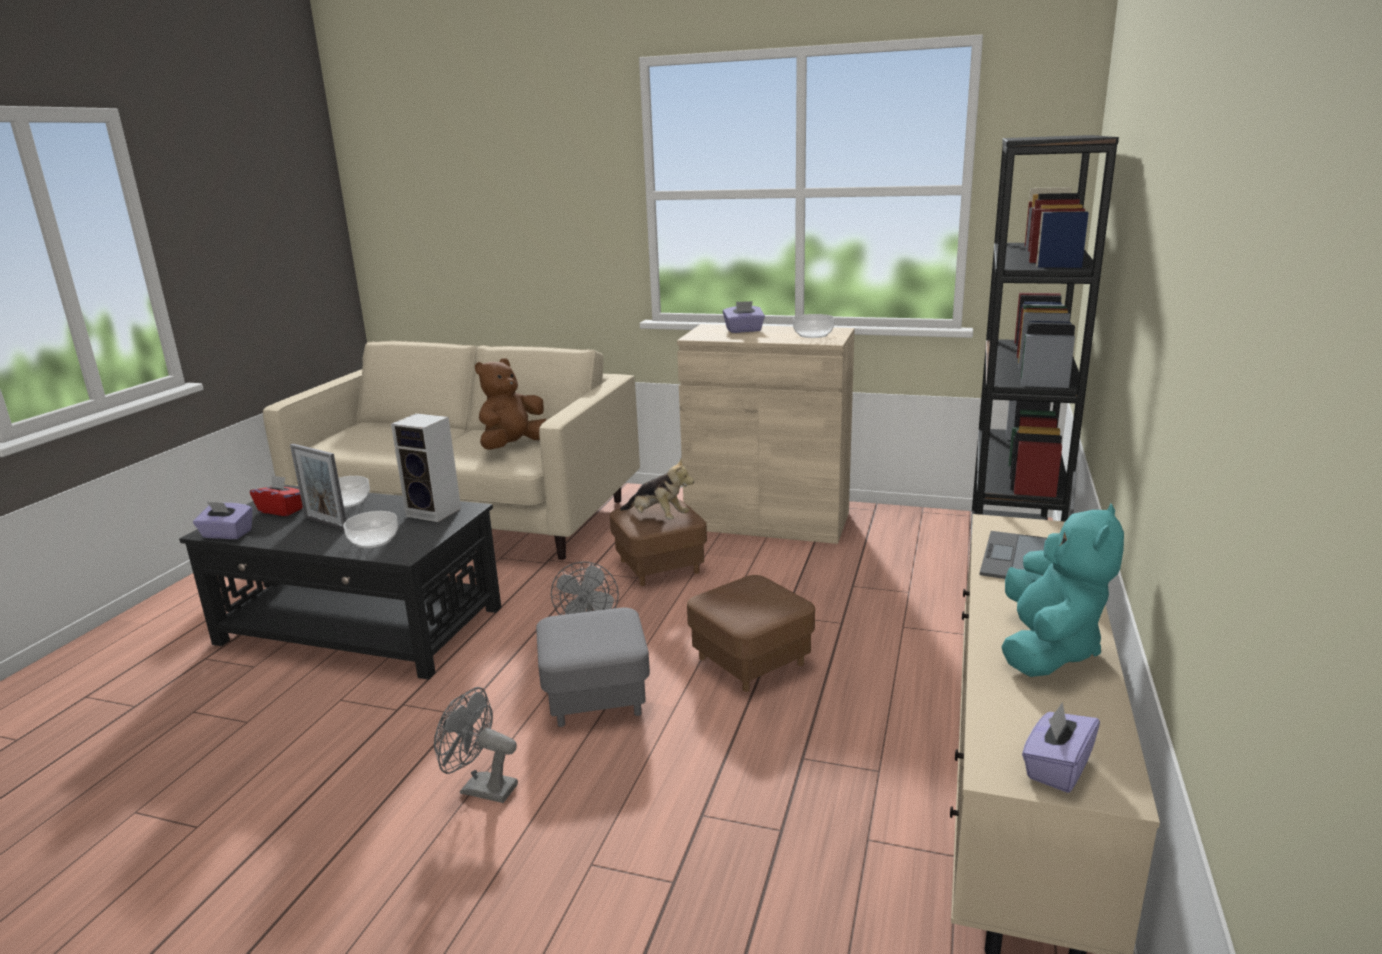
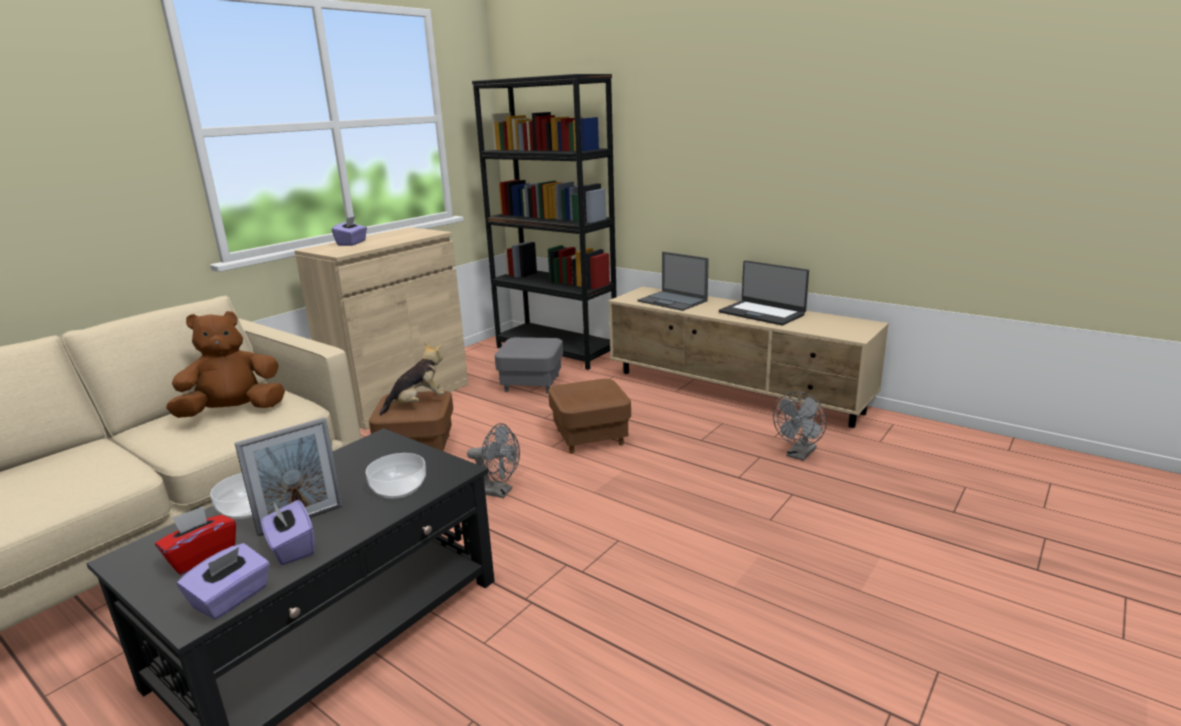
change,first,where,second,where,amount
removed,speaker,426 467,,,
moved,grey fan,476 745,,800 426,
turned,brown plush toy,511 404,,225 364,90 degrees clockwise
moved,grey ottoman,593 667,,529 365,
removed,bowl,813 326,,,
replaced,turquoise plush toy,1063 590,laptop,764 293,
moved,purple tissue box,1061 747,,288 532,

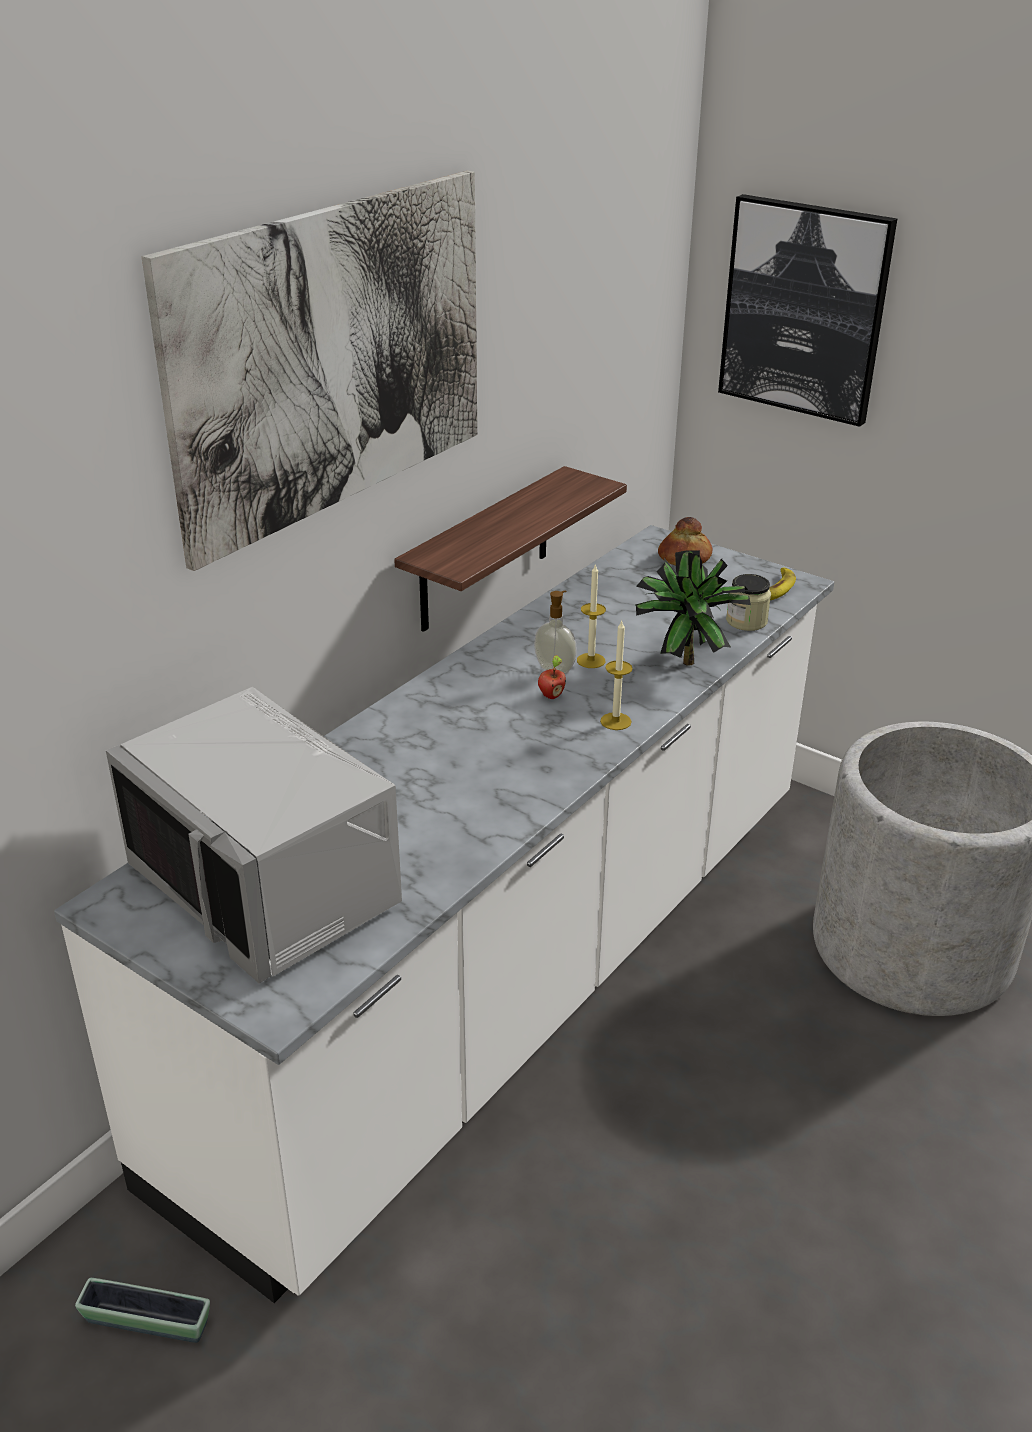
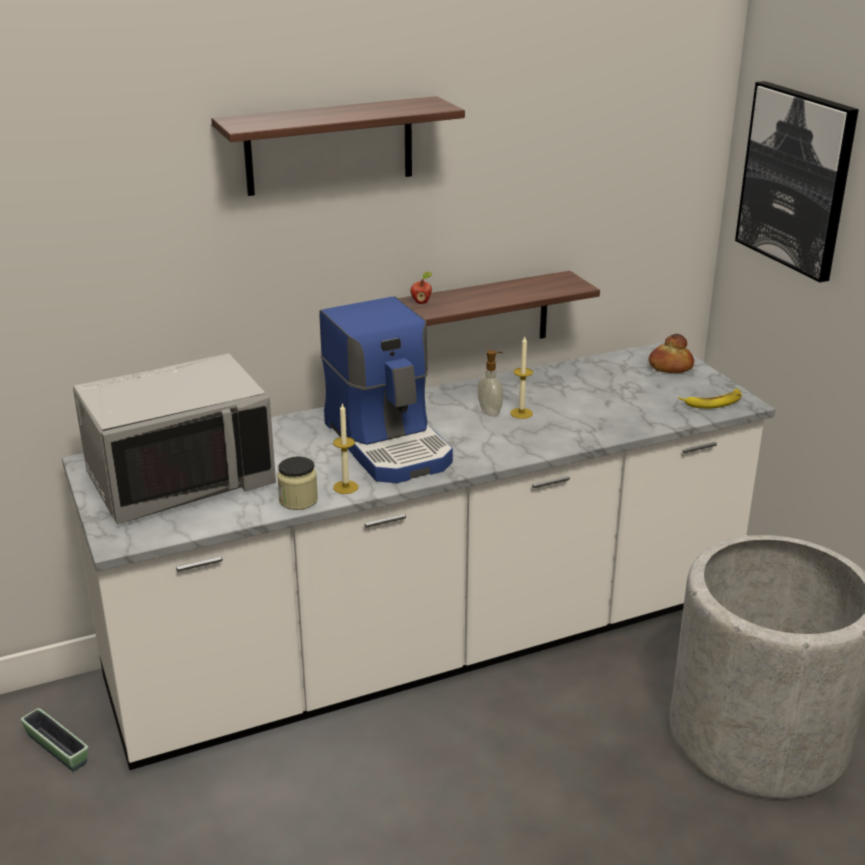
change,first,where,second,where,amount
turned,grey microwave,254 835,,174 439,105 degrees counterclockwise
replaced,picture,309 371,shelf,338 146,
moved,apple,552 677,,421 288,
moved,candle,616 675,,345 448,
removed,potted plant,693 608,,,
moved,jar,748 602,,297 483,
added,,,coffee machine,386 389,

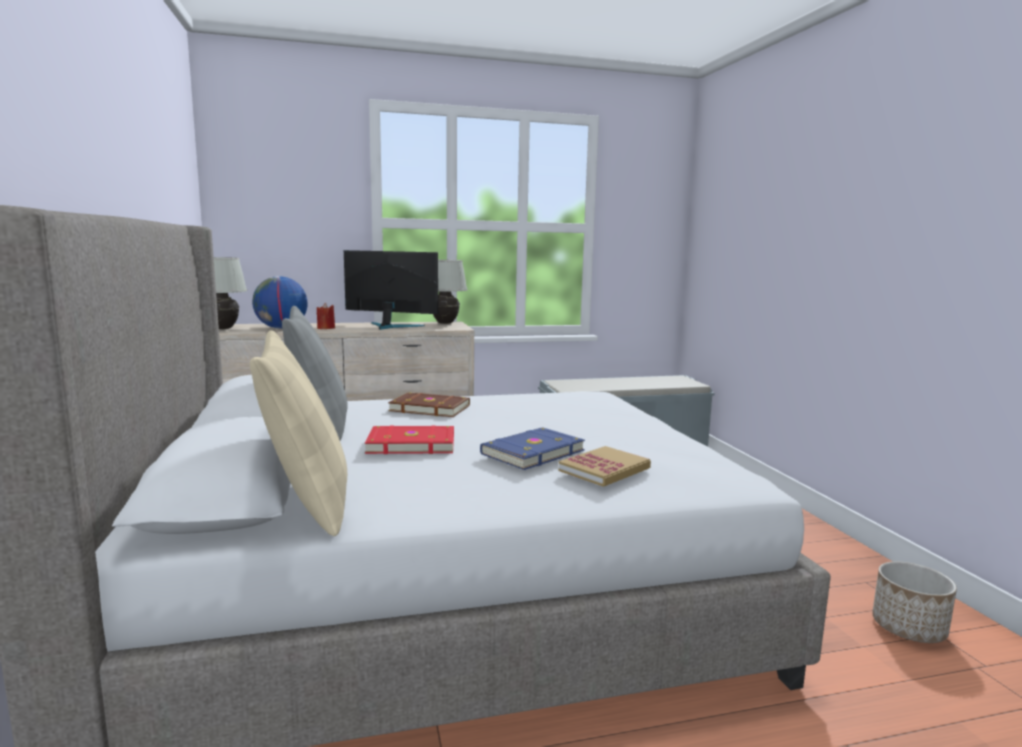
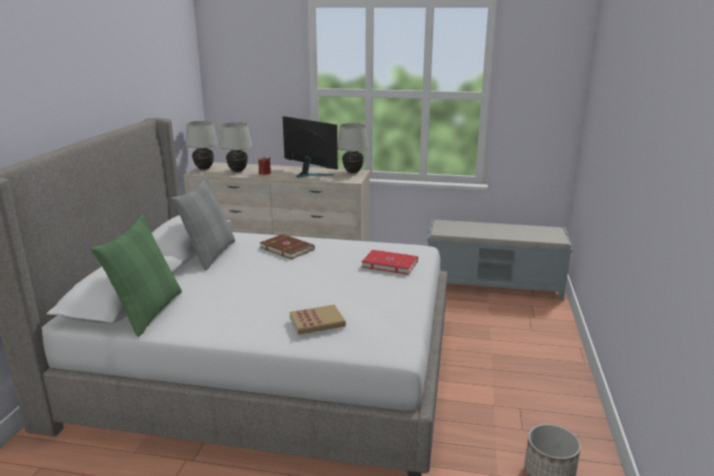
change,first,where,second,where,amount
recoloured,beige pillow,298 433,green pillow,136 275,
replaced,globe,279 302,white table lamp,236 147,
moved,red book,409 439,,390 262,
removed,blue book,532 448,,,

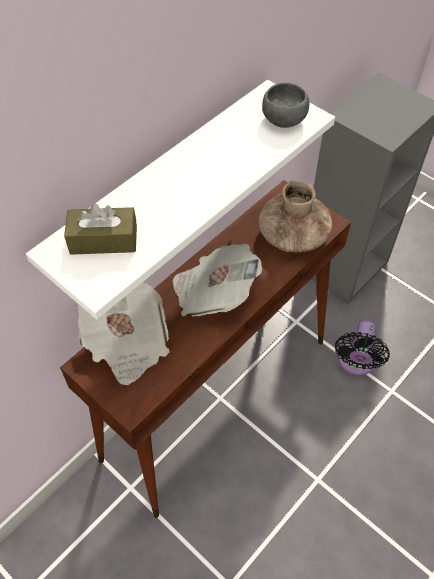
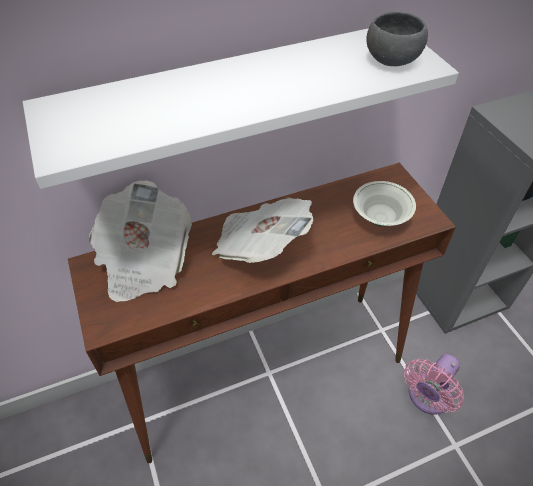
change,first,where,second,where,amount
removed,brown tissue box,100 229,,,
replaced,brown vase,295 216,white bowl,384 204,
recoloured,black fan,362 348,pink fan,434 384,

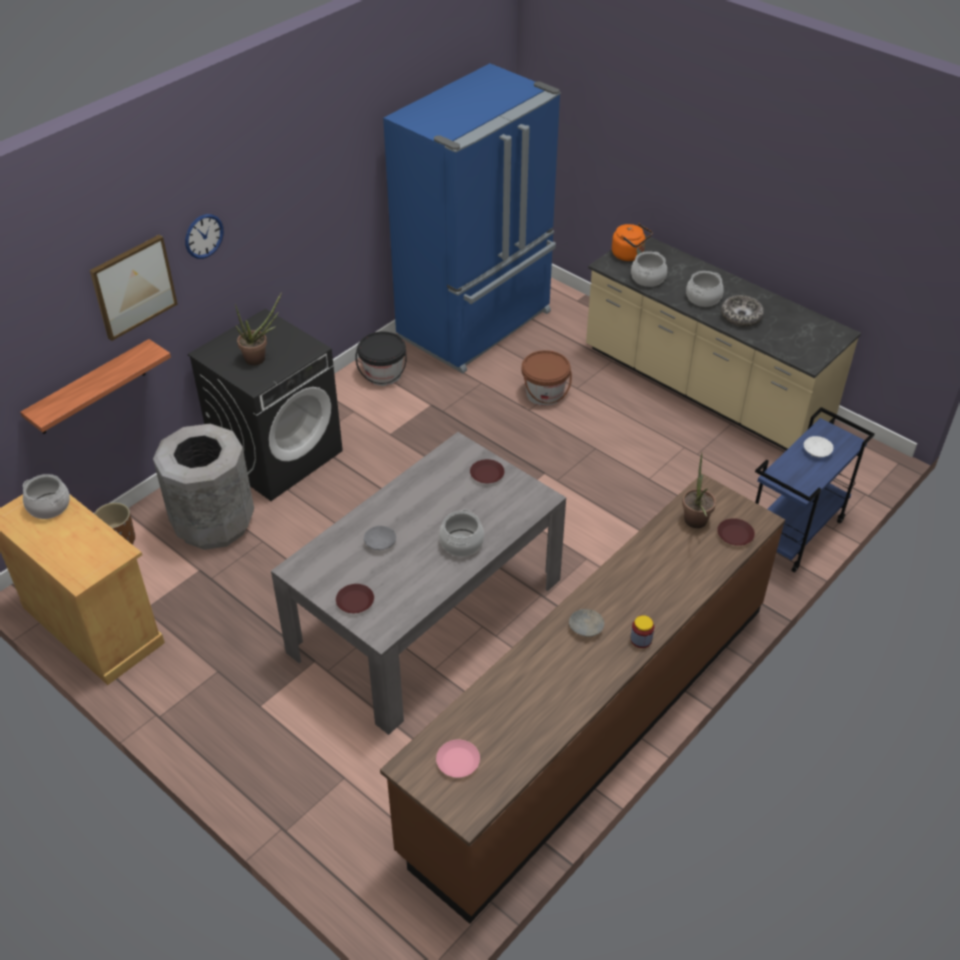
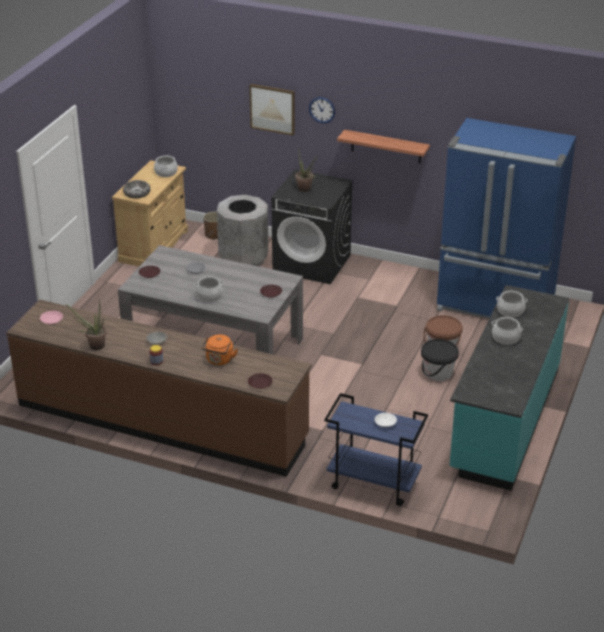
change,first,where,second,where,amount
moved,shelf,95 386,,383 146,
moved,black bucket,381 358,,440 360,
recoloured,beige counter,723 342,turquoise counter,509 388,
moved,orange kettle,632 242,,220 349,
moved,potted plant,699 490,,86 324,
moved,bowl,742 311,,137 189,

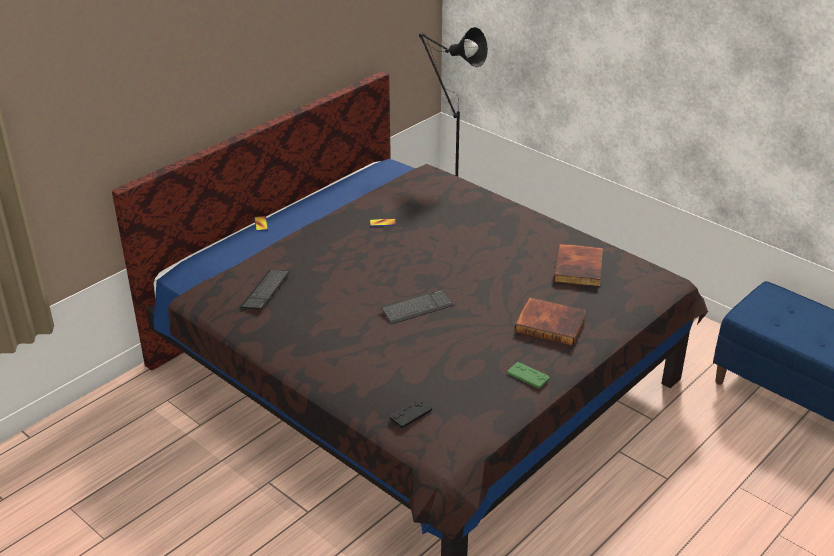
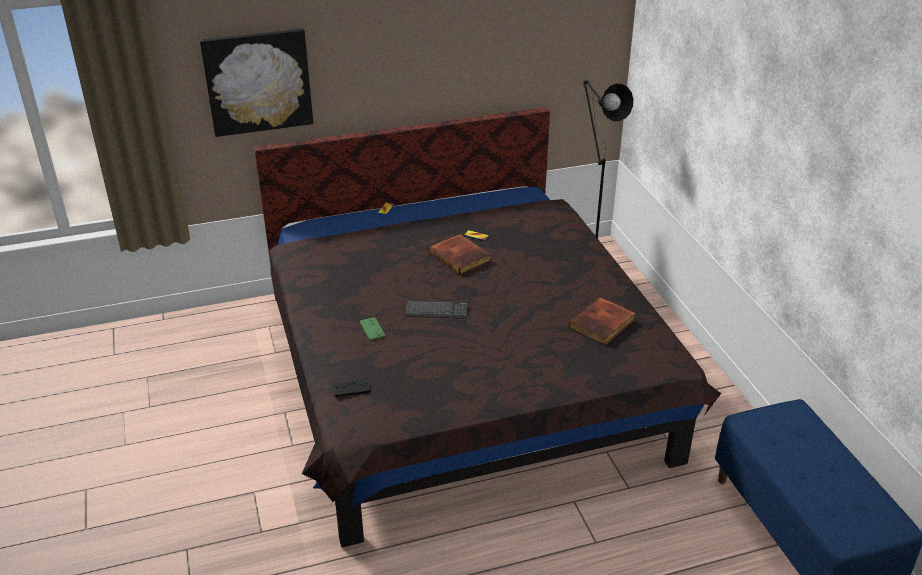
change,first,where,second,where,amount
removed,keyboard,264 290,,,
moved,green game controller,528 375,,372 329,
moved,book,551 321,,460 254,
added,,,picture,256 83,

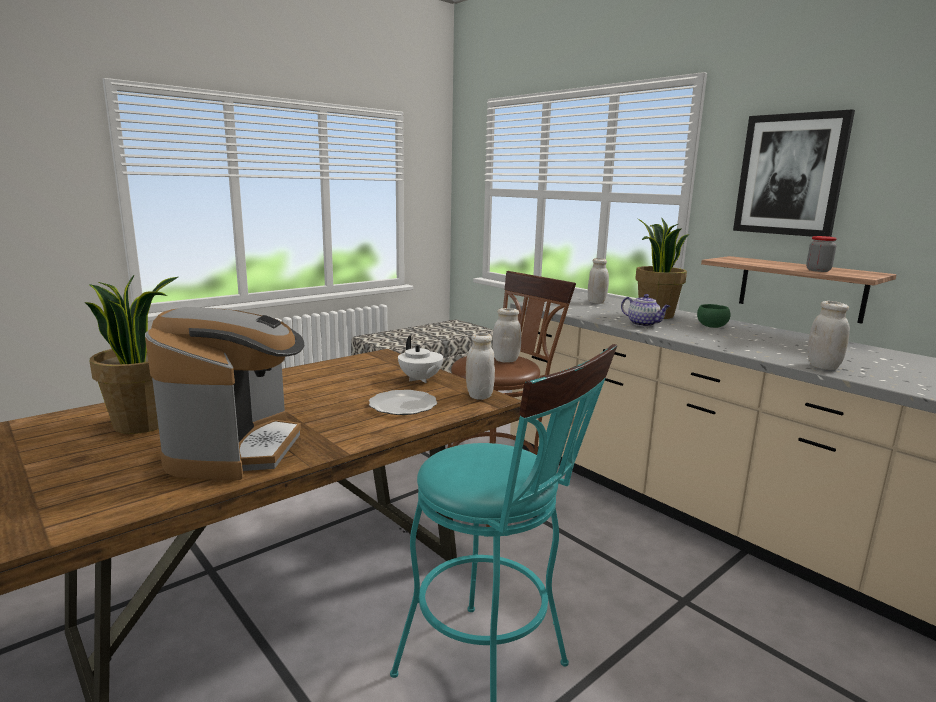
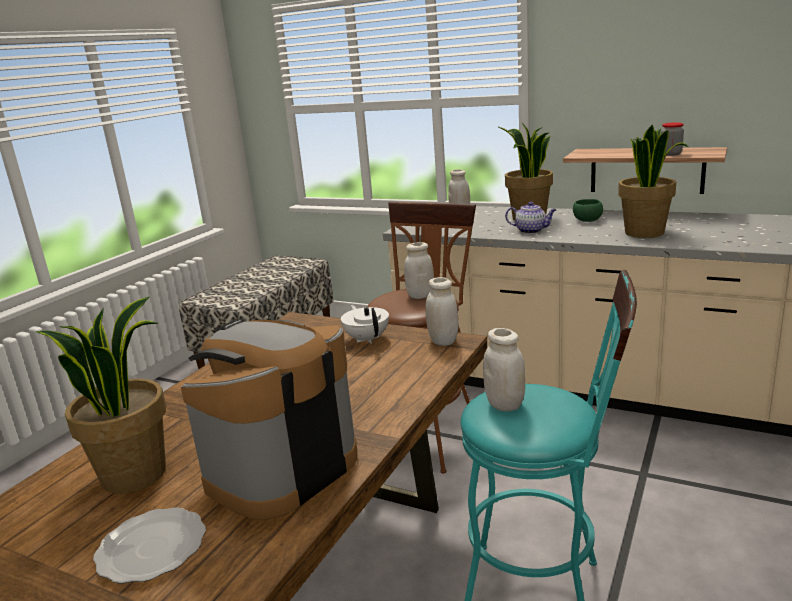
change,first,where,second,where,amount
turned,coffee machine,224 393,,269 420,120 degrees counterclockwise
moved,plate,403 402,,149 545,
turned,white teapot,420 359,,365 324,150 degrees counterclockwise
removed,picture,794 173,,,
moved,white jar,828 335,,504 370,
added,,,potted plant,653 181,

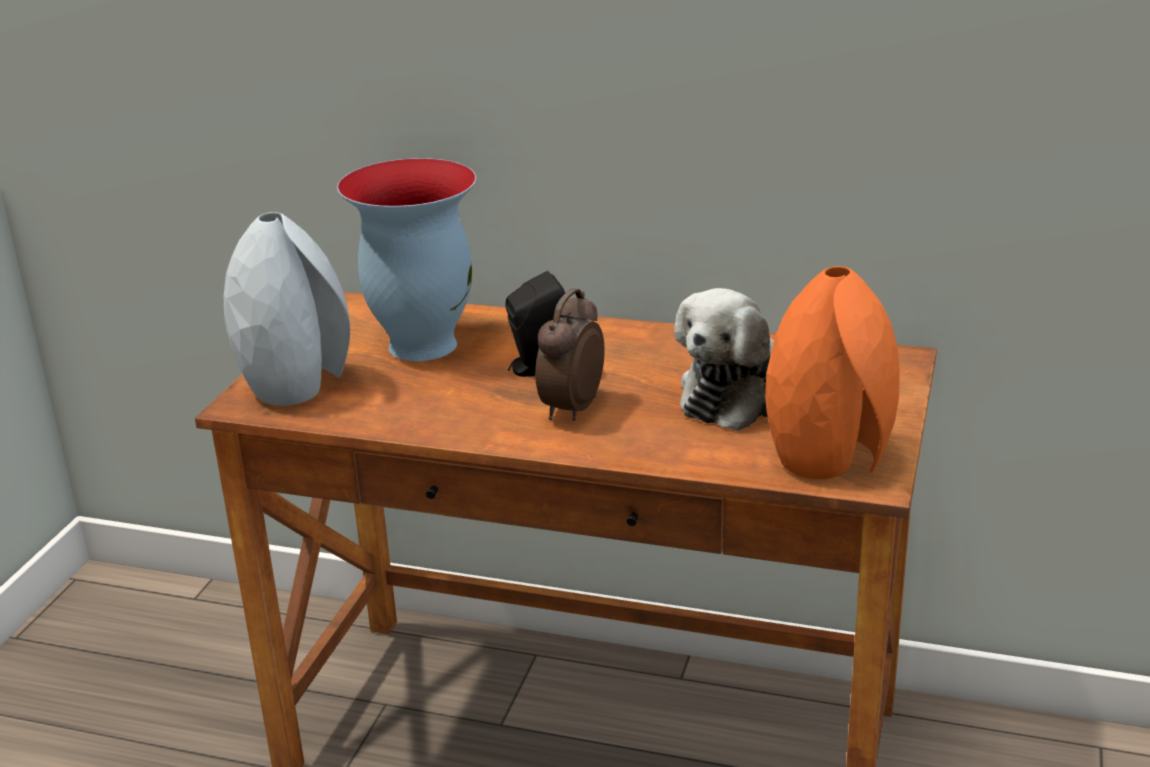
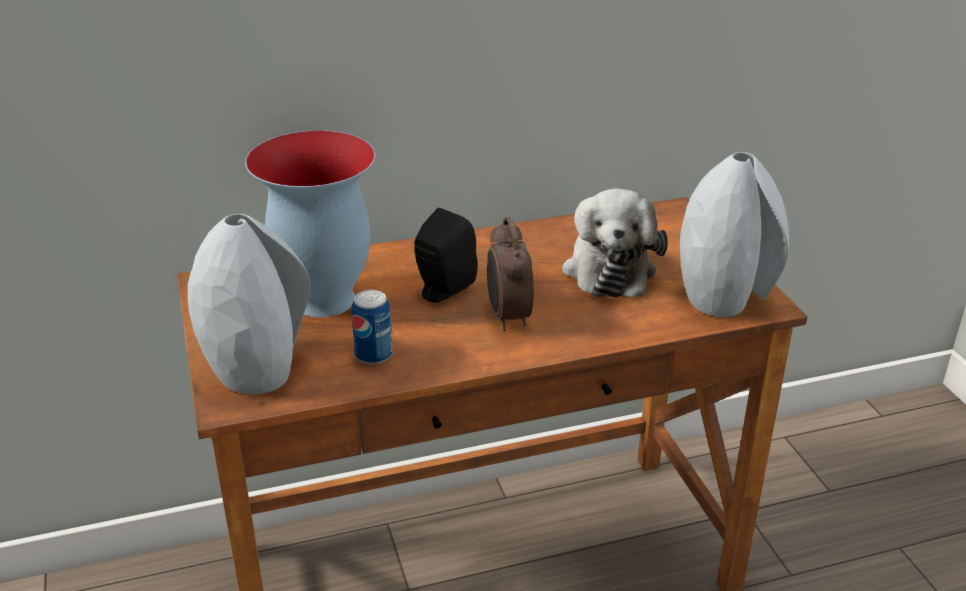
change,first,where,second,where,amount
recoloured,orange vase,832 372,grey vase,734 234,
added,,,can,372 327,

